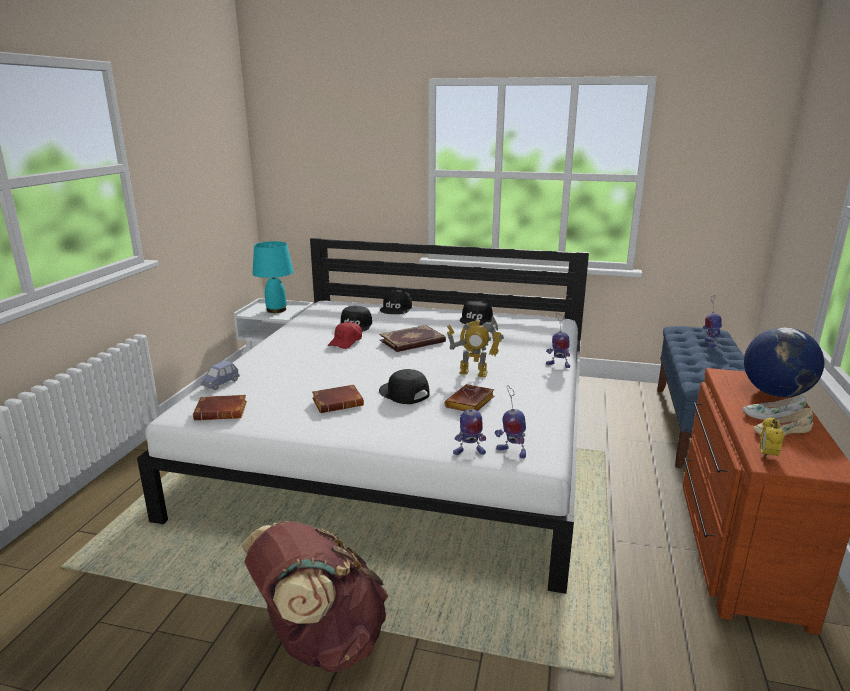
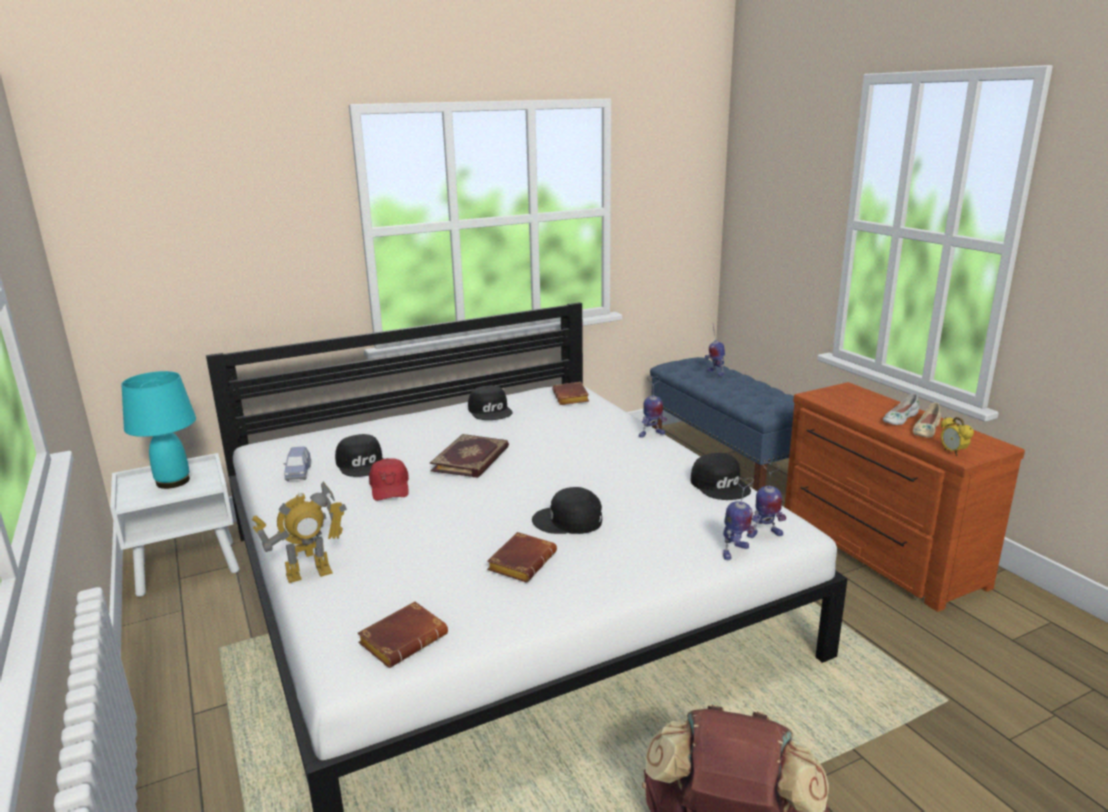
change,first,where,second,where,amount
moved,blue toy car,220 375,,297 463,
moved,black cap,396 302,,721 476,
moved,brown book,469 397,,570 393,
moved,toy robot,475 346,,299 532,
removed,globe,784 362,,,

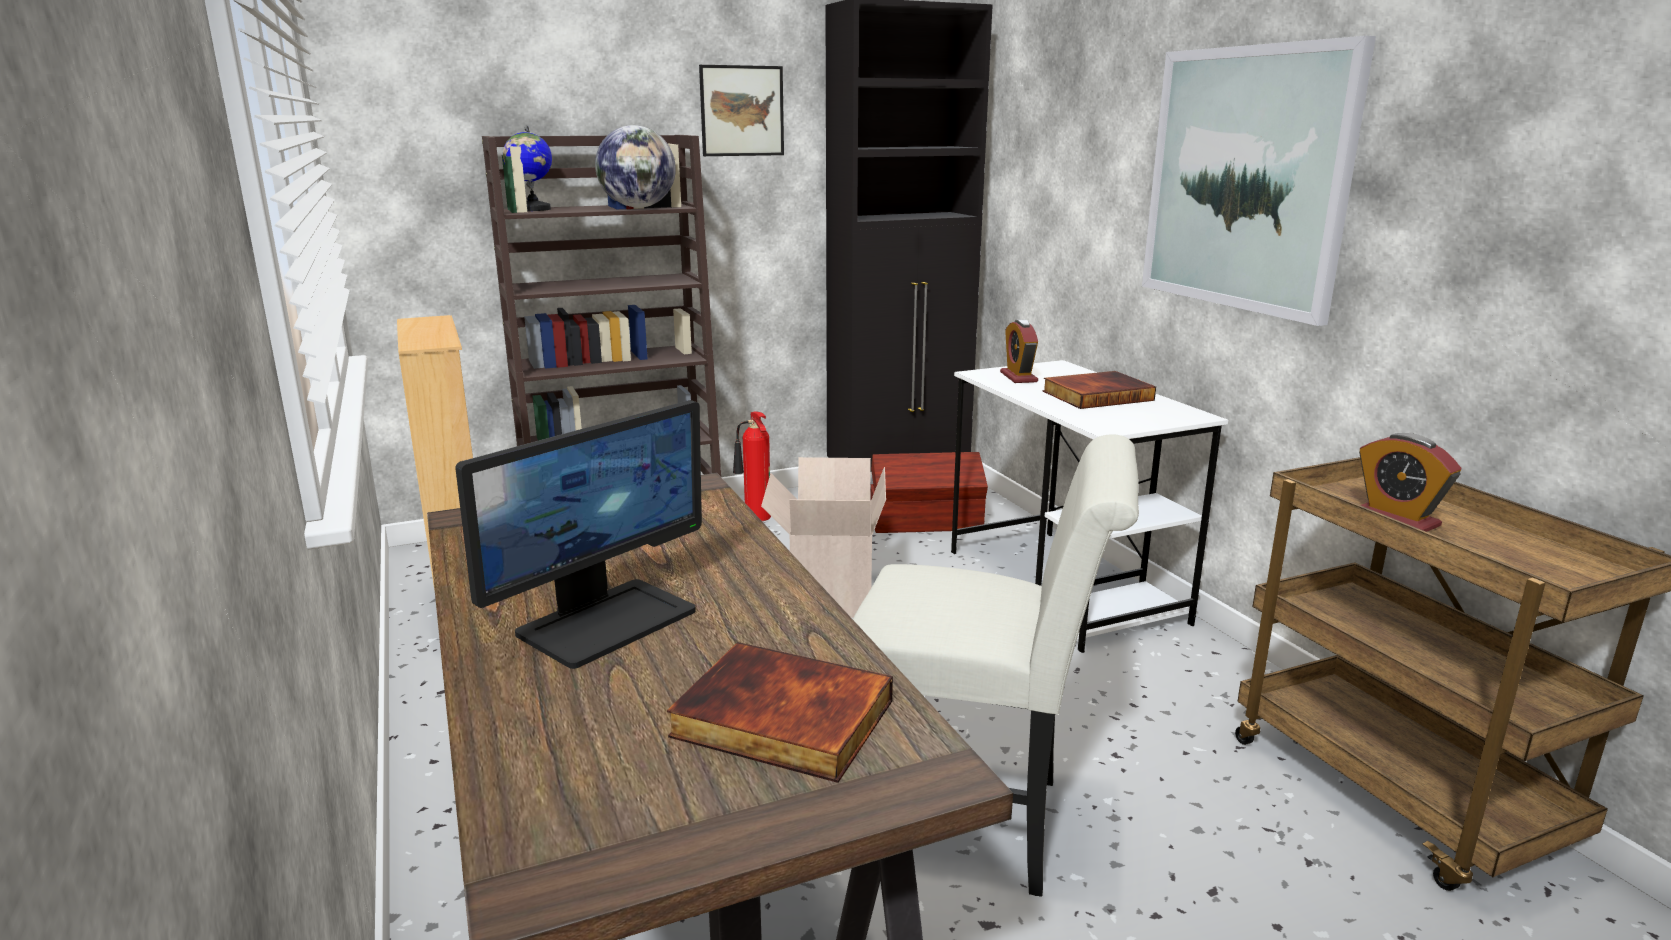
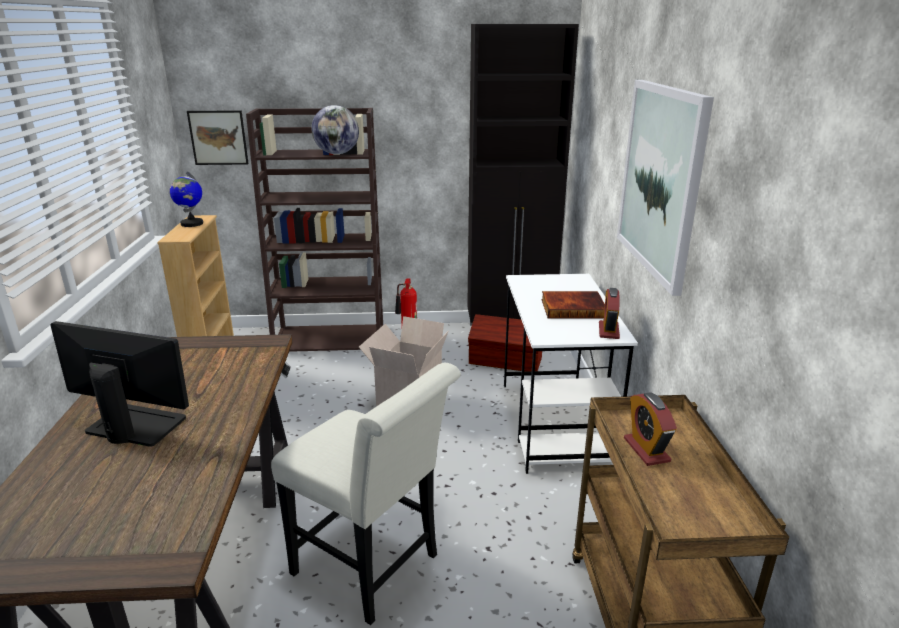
change,first,where,second,where,amount
turned,monitor,578 534,,119 384,135 degrees counterclockwise
moved,globe,527 168,,186 199,
removed,book,780 712,,,
moved,picture,741 110,,218 137,
moved,alarm clock,1019 351,,609 313,

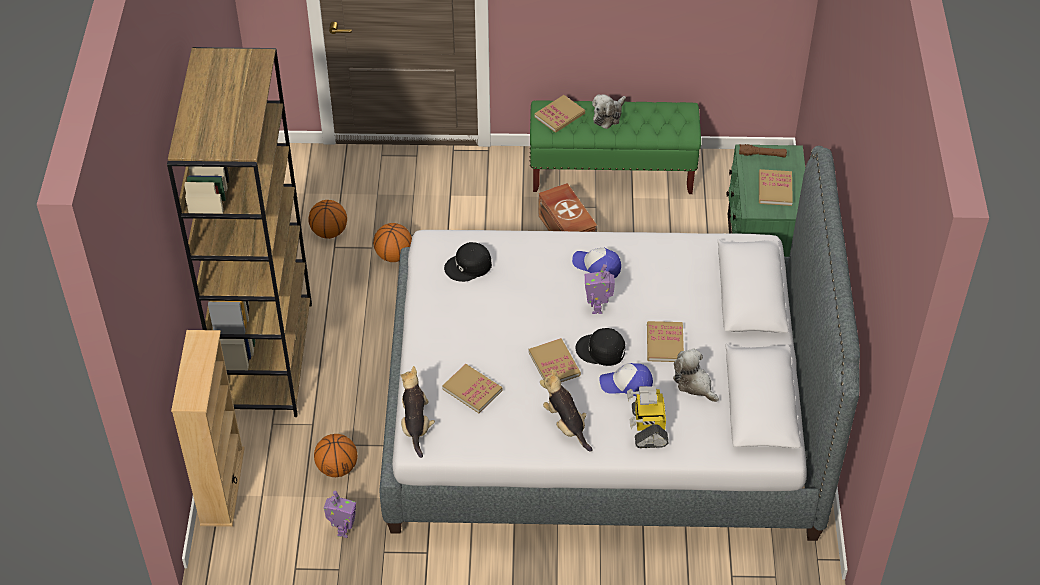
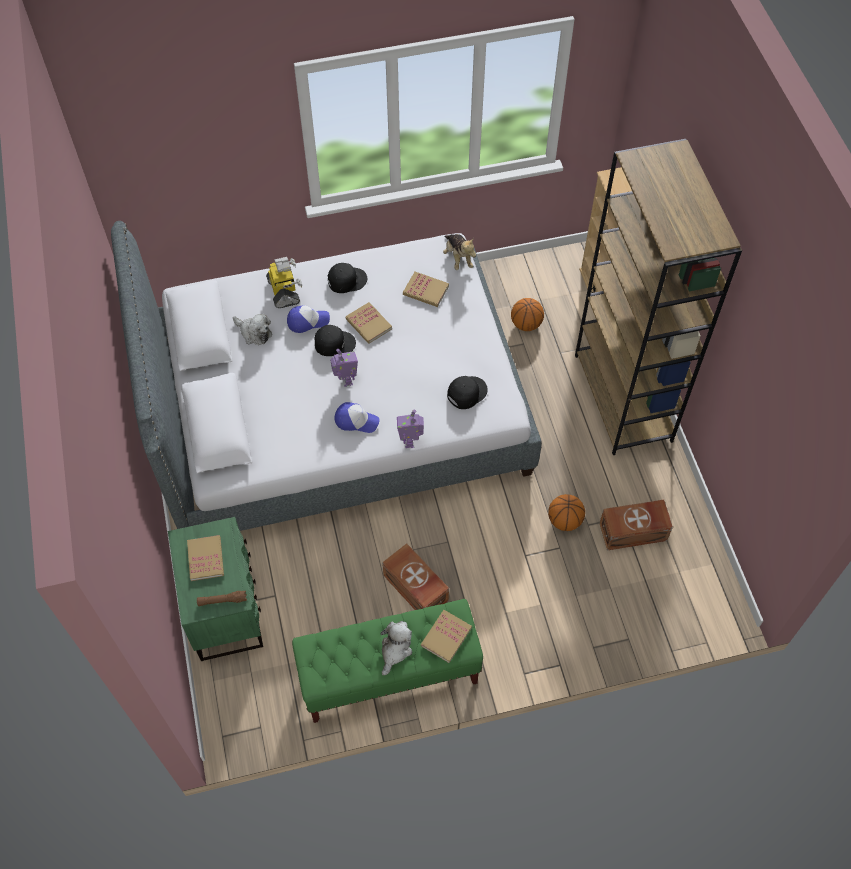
change,first,where,second,where,amount
replaced,basketball,327 219,brown storage box,636 525,
moved,toy robot,340 514,,410 429,
replaced,plush toy,566 410,black cap,347 278,
removed,book,665 341,,,

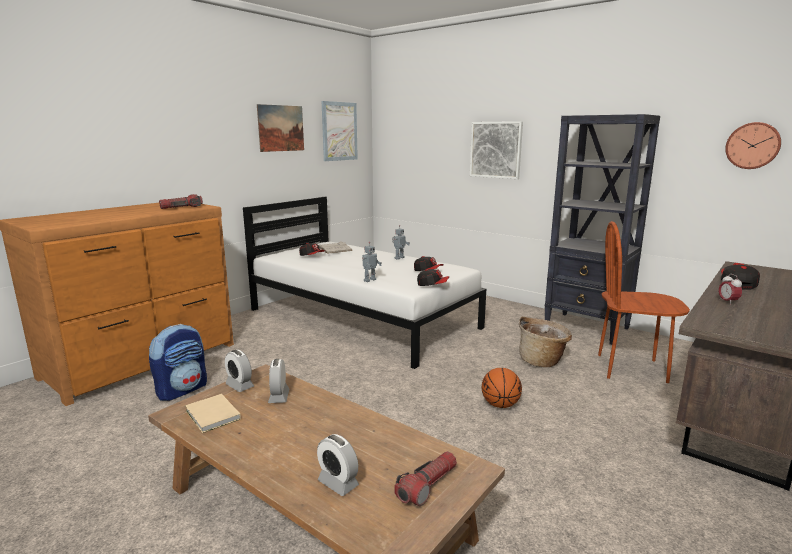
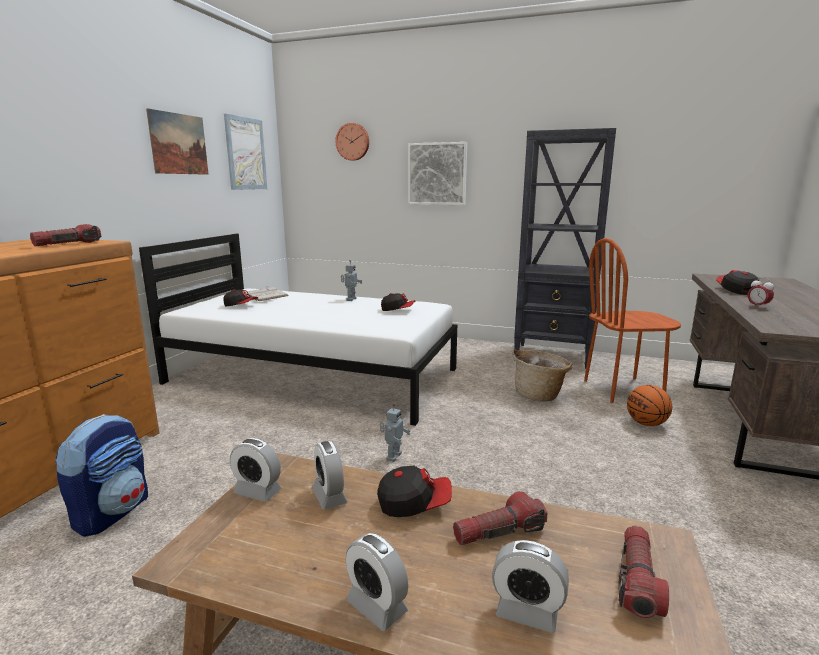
change,first,where,second,where,amount
removed,beige book,213 413,,,
moved,toy robot,372 262,,395 433,
moved,cap,433 277,,414 491,
moved,basketball,502 388,,649 405,
moved,wall clock,753 145,,352 142,
added,,,alarm clock,377 582,
added,,,flashlight,500 518,

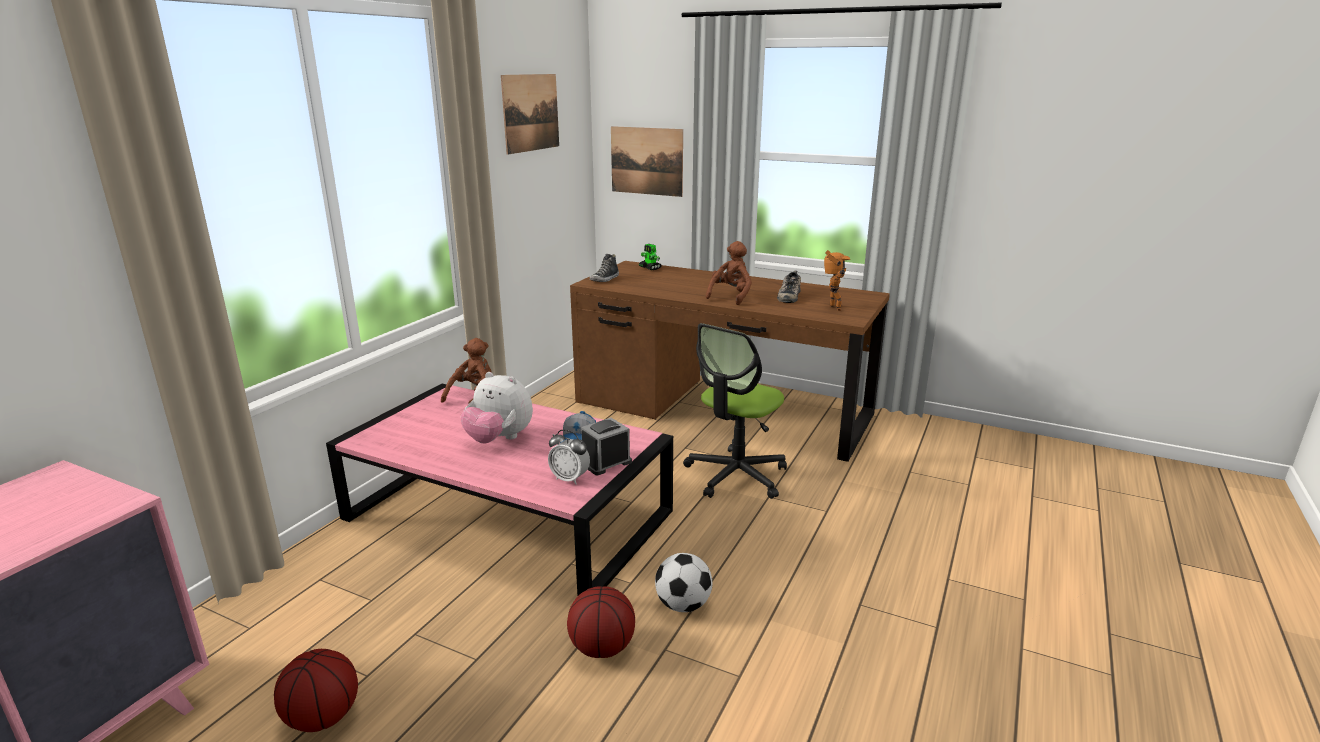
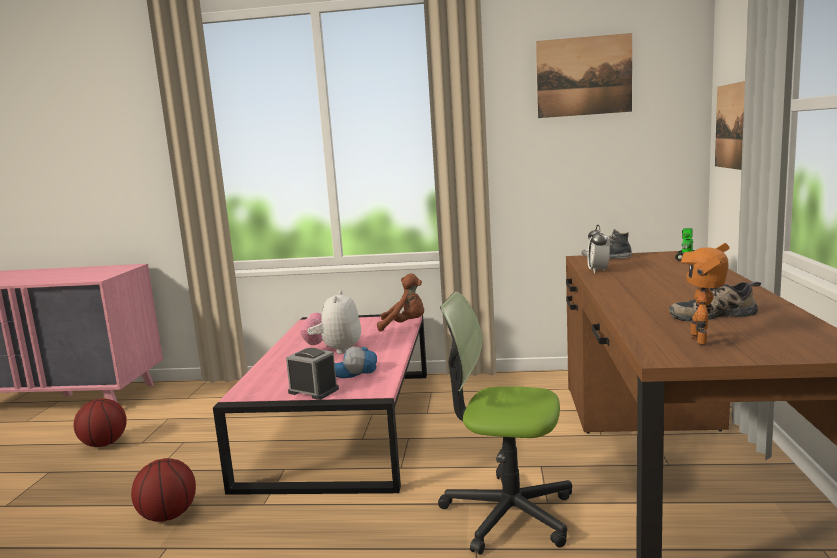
change,first,where,second,where,amount
moved,alarm clock,569 457,,598 249,
removed,football,683 582,,,
removed,brown plush toy,729 273,,,
turned,toy robot,837 280,,705 294,135 degrees clockwise

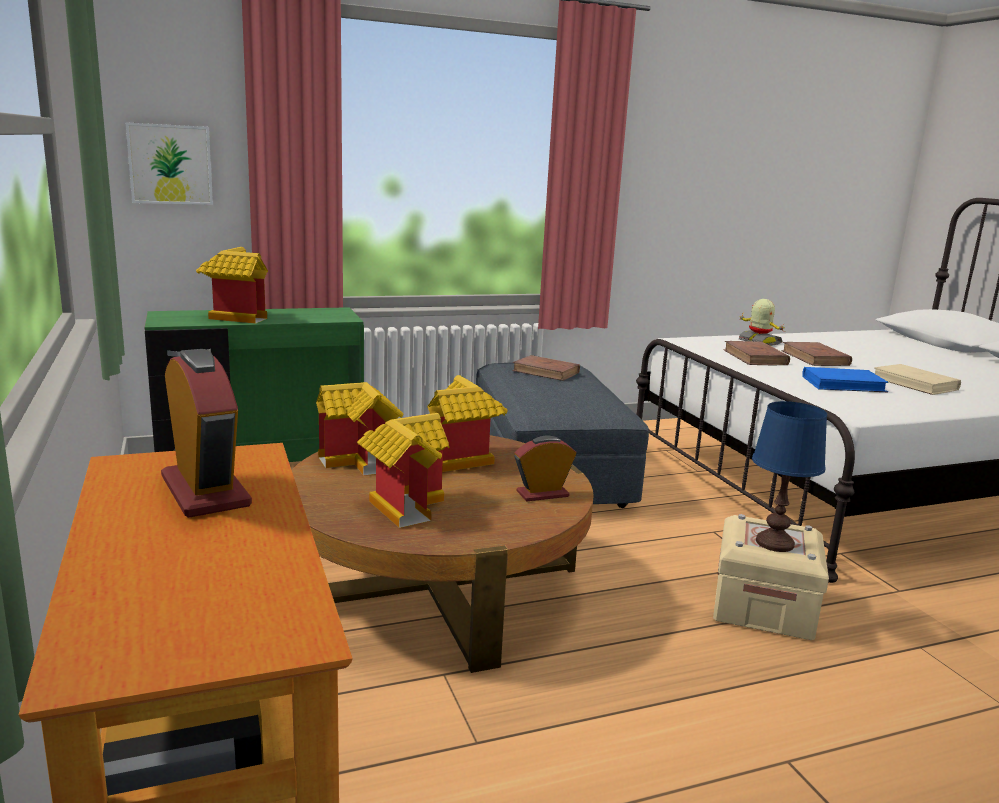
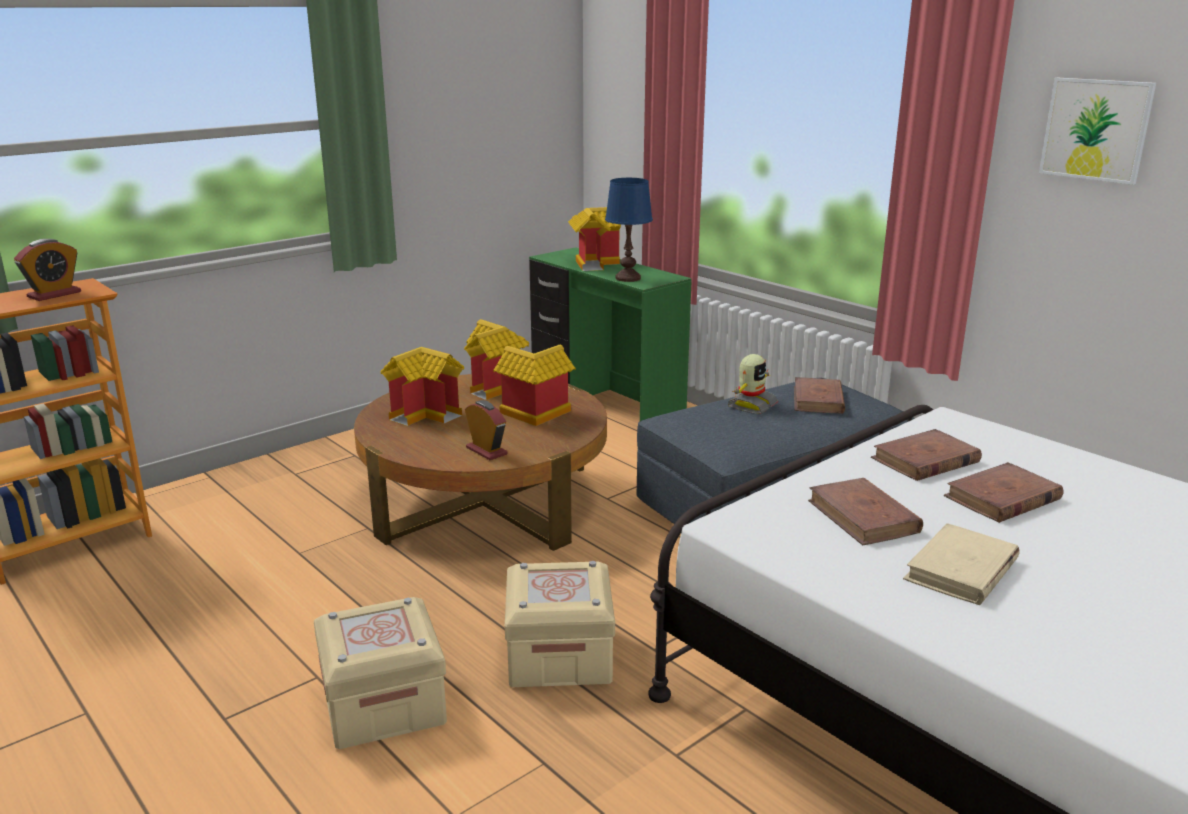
change,first,where,second,where,amount
moved,picture,169 163,,1097 131,
moved,toy robot,761 322,,753 384,
moved,blue table lamp,789 476,,629 230,
recoloured,blue book,845 379,brown book,865 511,
added,,,beige storage box,380 673,

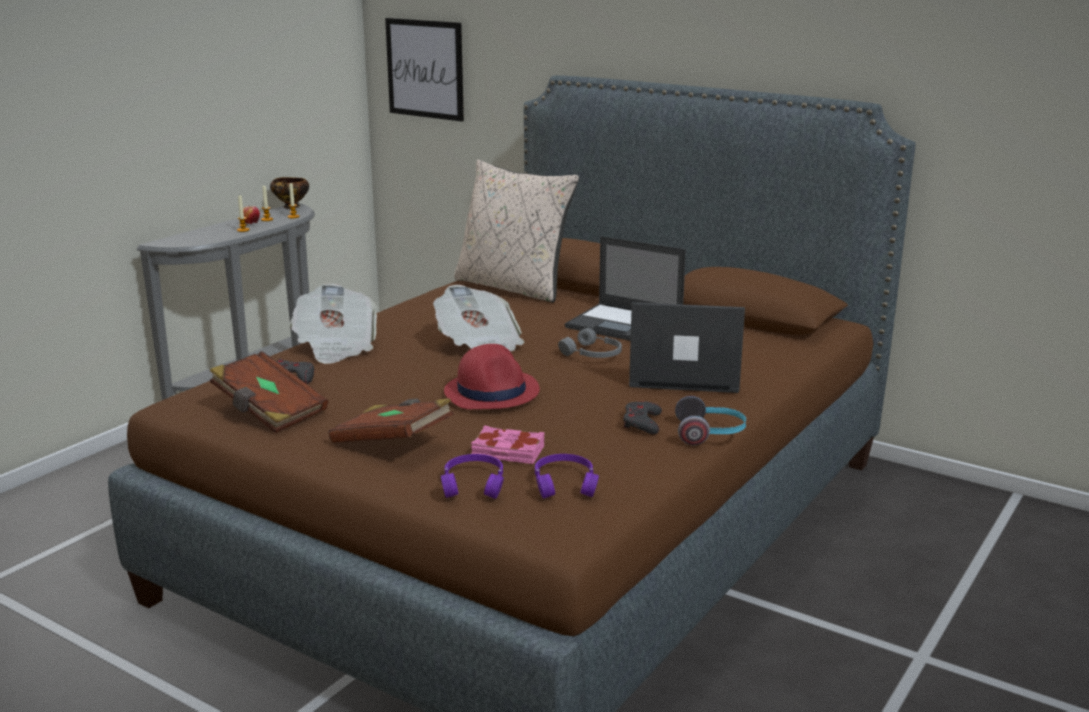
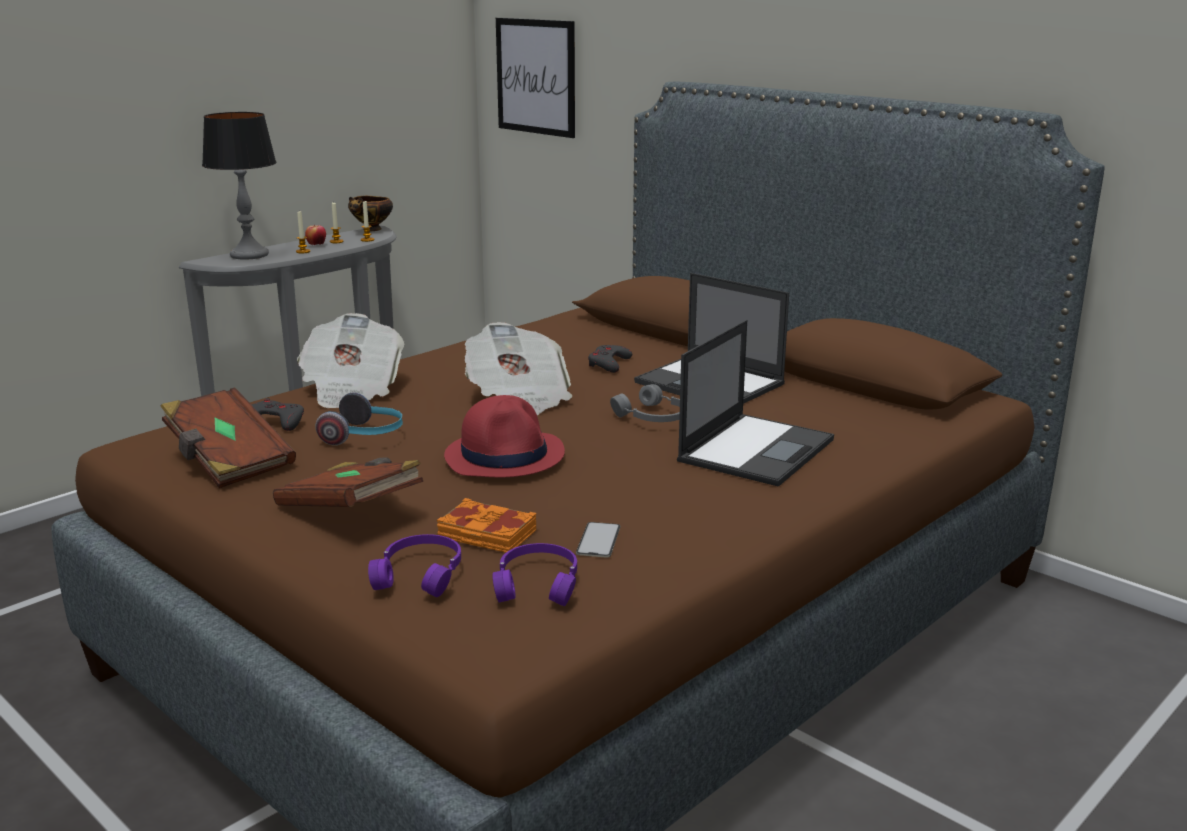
change,first,where,second,where,amount
removed,beige pillow,516 231,,,
recoloured,pink book,508 445,orange book,486 525,
moved,grey game controller,642 417,,610 359,
turned,laptop,687 347,,755 403,105 degrees clockwise
moved,headphones,710 420,,359 419,
added,,,table lamp,239 186,
added,,,phone,598 540,

